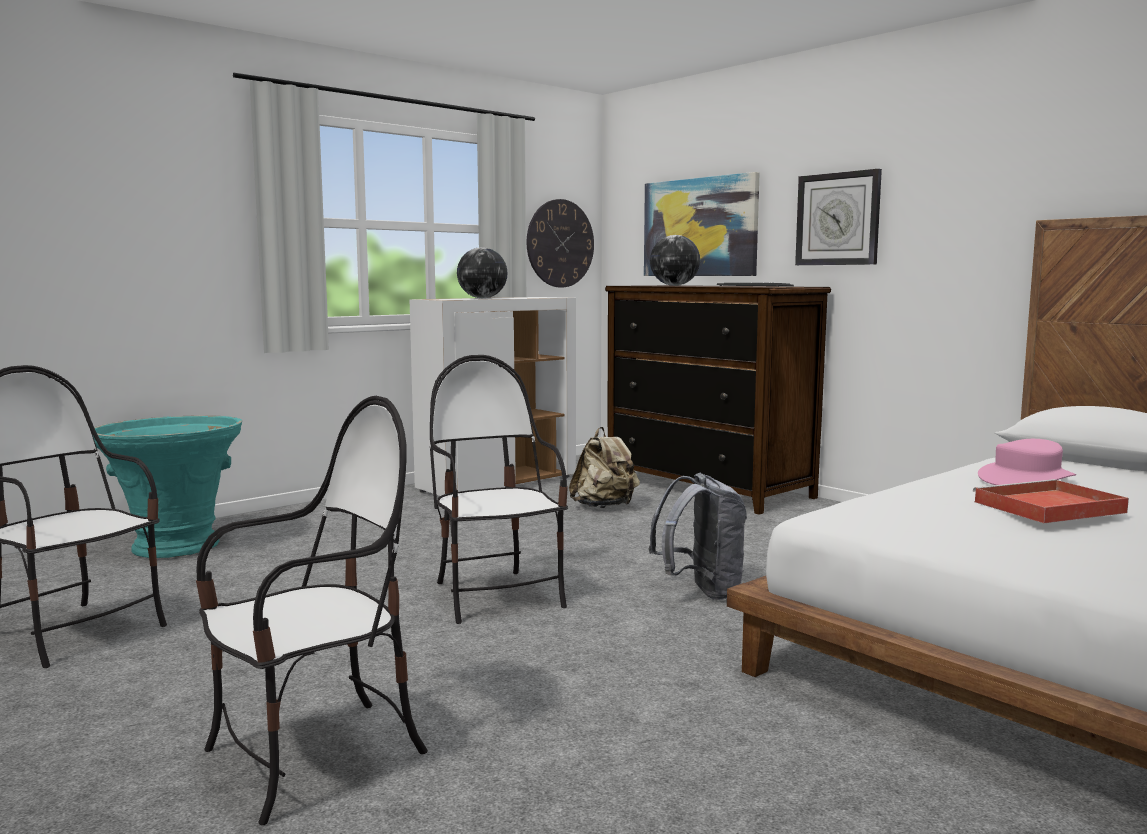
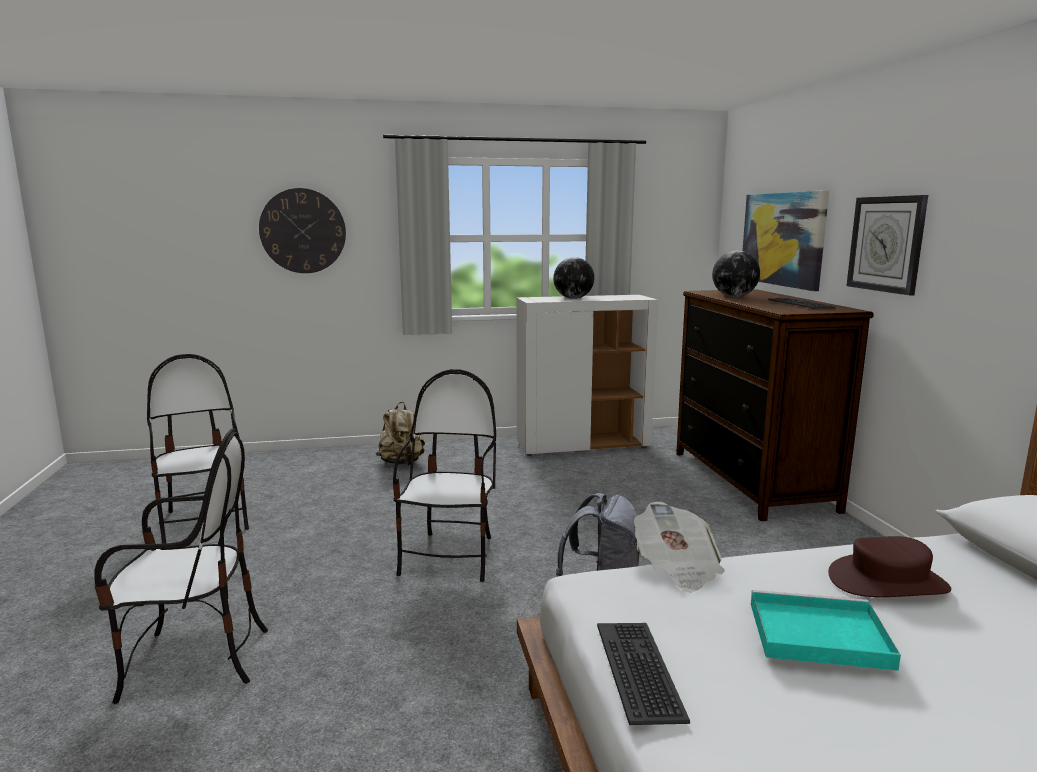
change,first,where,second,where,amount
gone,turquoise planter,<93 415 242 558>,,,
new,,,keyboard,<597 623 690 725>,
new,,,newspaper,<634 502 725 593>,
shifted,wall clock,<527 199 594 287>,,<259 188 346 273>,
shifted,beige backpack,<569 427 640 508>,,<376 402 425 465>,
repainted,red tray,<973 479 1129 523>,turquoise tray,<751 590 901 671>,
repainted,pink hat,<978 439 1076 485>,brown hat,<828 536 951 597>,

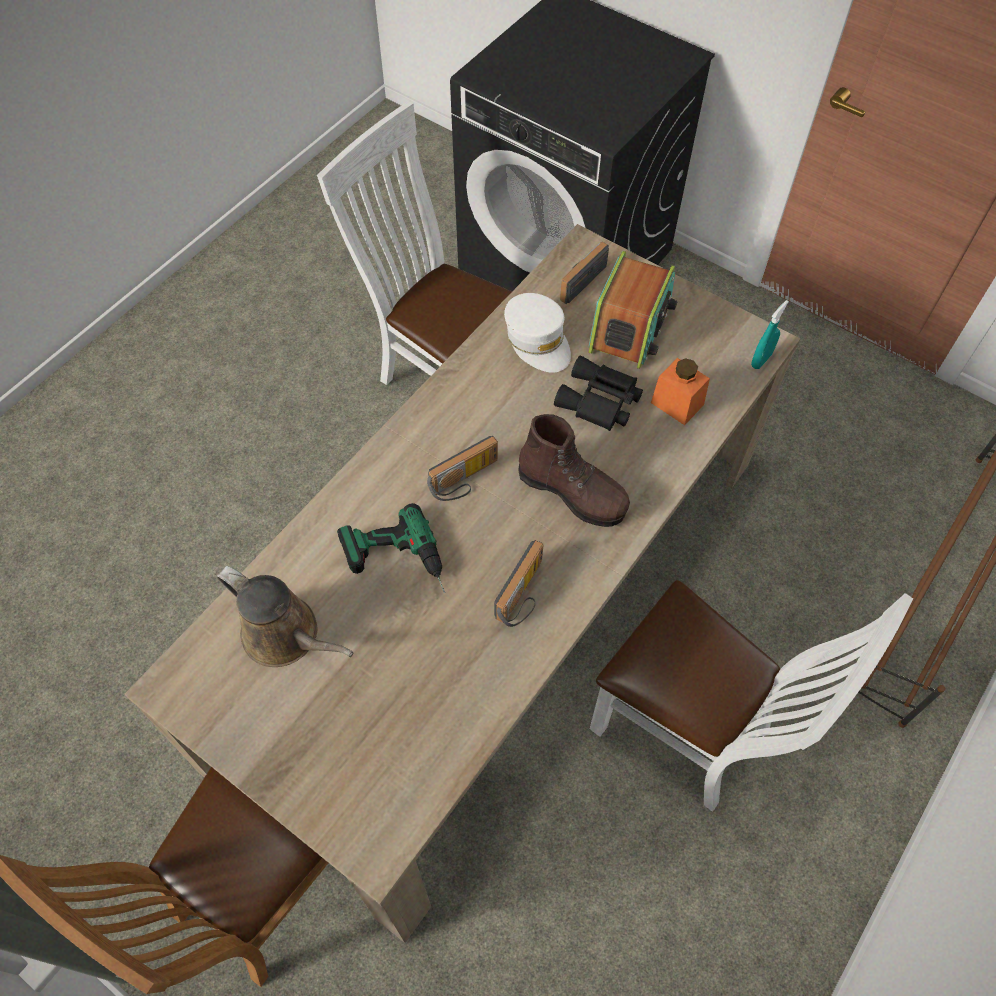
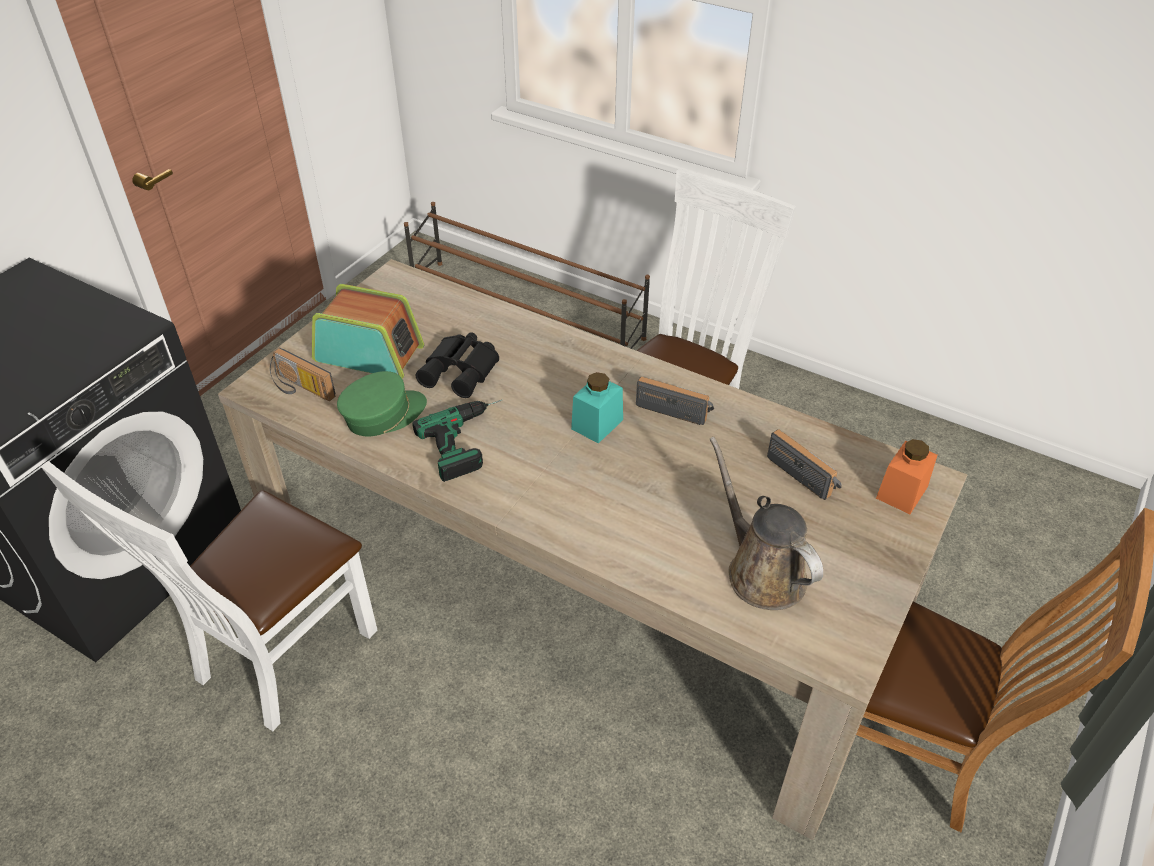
change,first,where,second,where,amount
gone,brown boot,<518 414 630 527>,,,
gone,turquoise spray bottle,<751 300 789 369>,,,
new,,,turquoise jar,<571 372 623 444>,
shifted,power drill,<337 503 445 593>,,<412 399 503 482>,
shifted,radio,<427 436 498 501>,,<767 429 841 500>,
shifted,orange jar,<651 358 710 425>,,<876 439 937 514>,
repainted,white cap,<504 293 571 373>,green cap,<337 371 427 436>,
rotated,brown watering can,<217 566 354 667>,,<710 437 823 610>,60 degrees counterclockwise

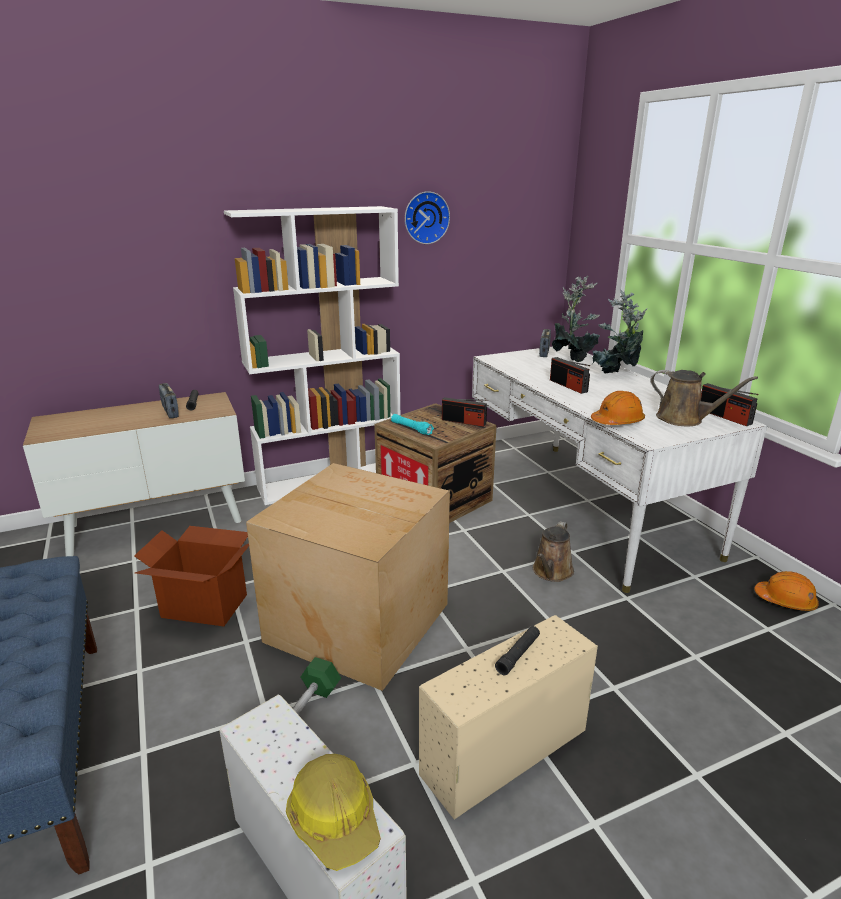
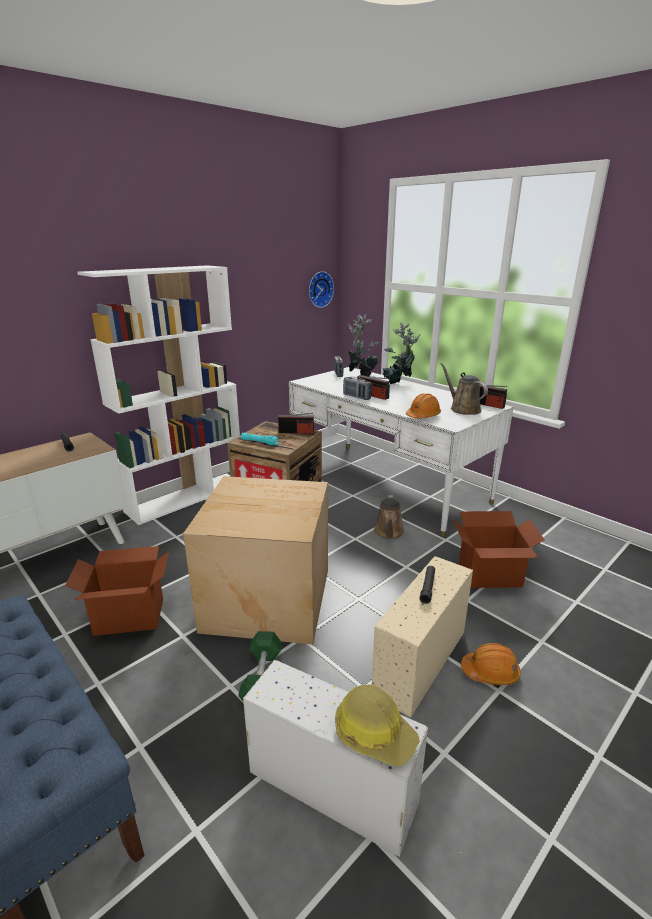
change,first,where,second,where,amount
new,,,cardboard box,<453 511 545 588>,
shifted,radio,<159 383 179 418>,,<343 377 372 400>,
shifted,wall clock,<405 191 450 244>,,<309 272 334 308>,
shifted,orange hard hat,<755 571 819 611>,,<461 643 521 685>,
rotated,brown watering can,<650 370 758 427>,,<440 363 488 415>,135 degrees counterclockwise

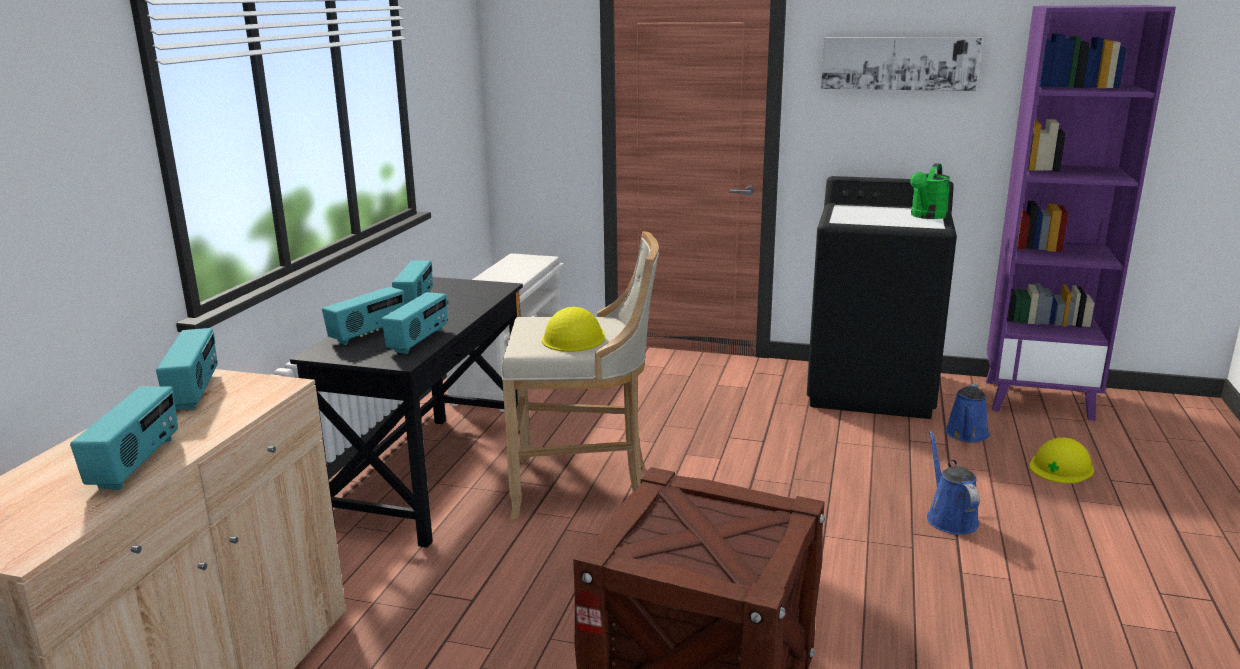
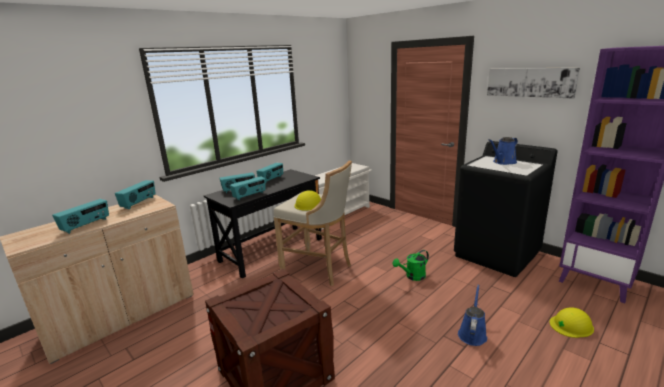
change,first,where,second,where,amount
shifted,green watering can,<910 163 951 219>,,<393 250 429 281>,
shifted,blue watering can,<945 384 990 442>,,<489 137 518 165>,

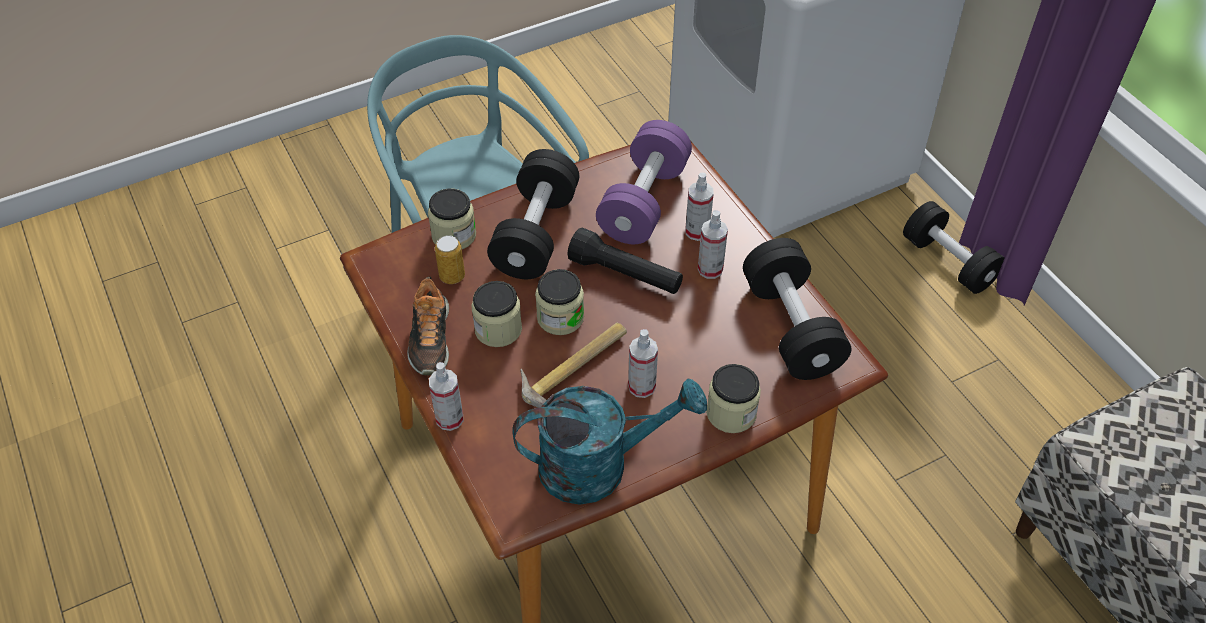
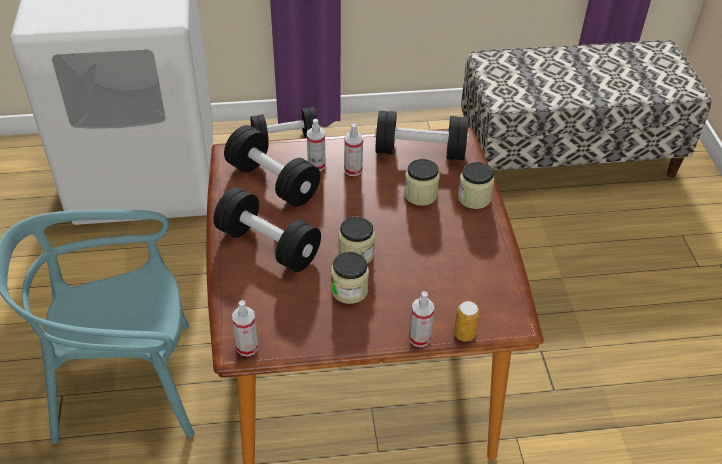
change,first,where,second,where,amount
gone,shoe,<407 277 449 376>,,,
gone,turquoise watering can,<512 379 707 505>,,,
gone,hammer,<521 322 627 407>,,,
gone,black flashlight,<567 228 683 294>,,,
shifted,jar,<428 188 476 249>,,<404 159 439 206>,
shifted,can,<435 235 465 284>,,<454 301 480 341>,
shifted,spray bottle,<628 329 658 398>,,<232 300 258 356>,
repainted,purple dumbbell,<596 120 692 244>,black dumbbell,<224 125 321 207>,

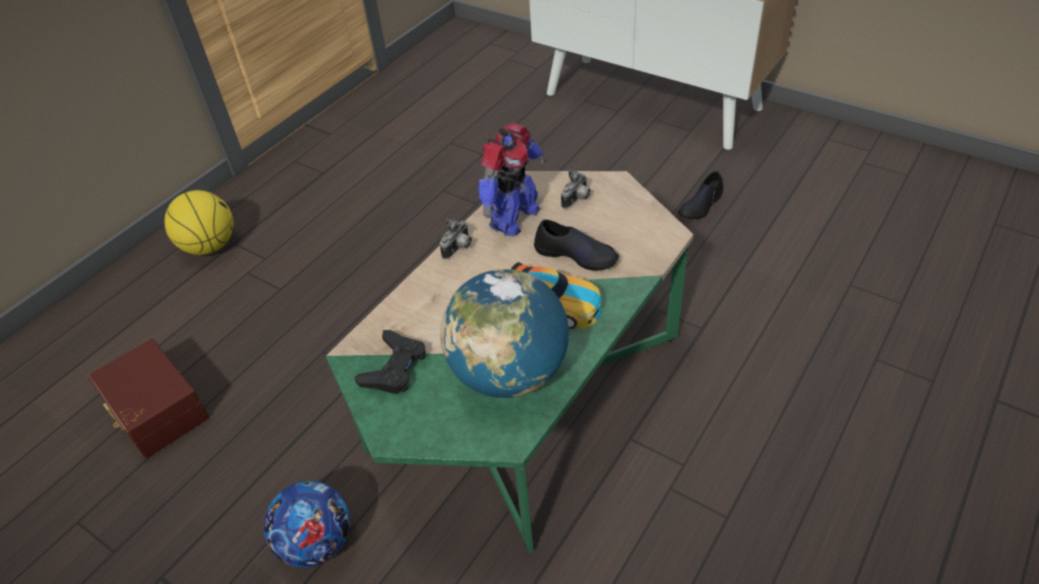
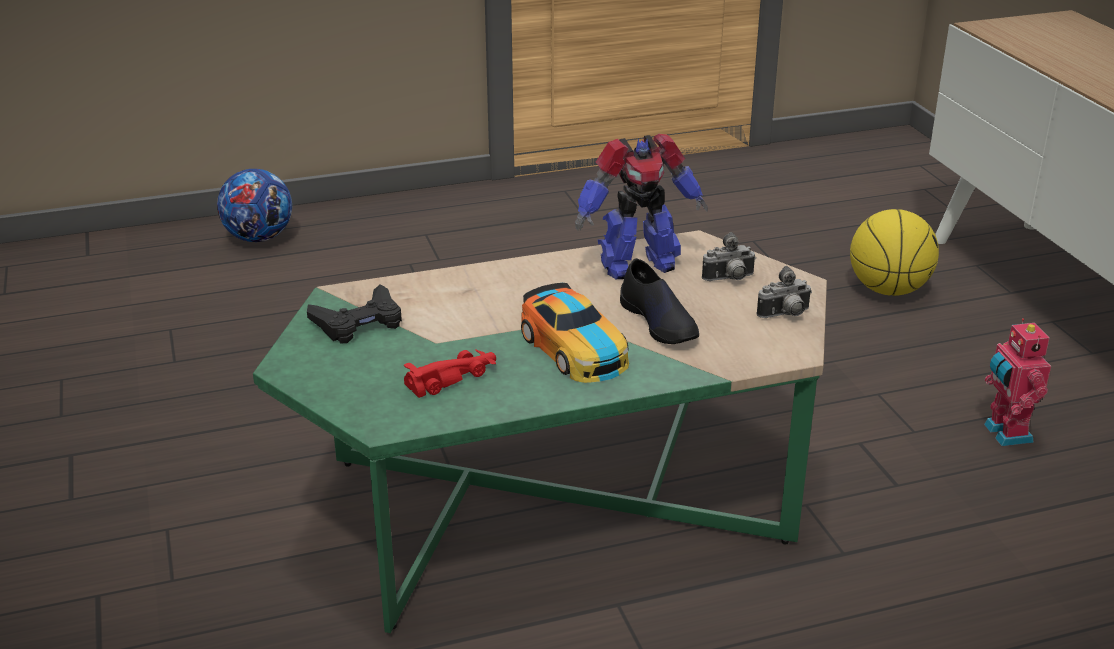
change,first,where,second,where,amount
gone,brown storage box,<88 339 209 459>,,,
shifted,basketball,<164 190 233 255>,,<850 209 939 296>,
shifted,football,<264 481 350 568>,,<217 169 292 242>,
shifted,photo camera,<440 218 472 259>,,<757 266 812 318>,
swapped,globe,<440 269 569 398>,red toy car,<404 350 496 398>,
swapped,black shoe,<678 171 724 219>,toy robot,<984 318 1051 446>,

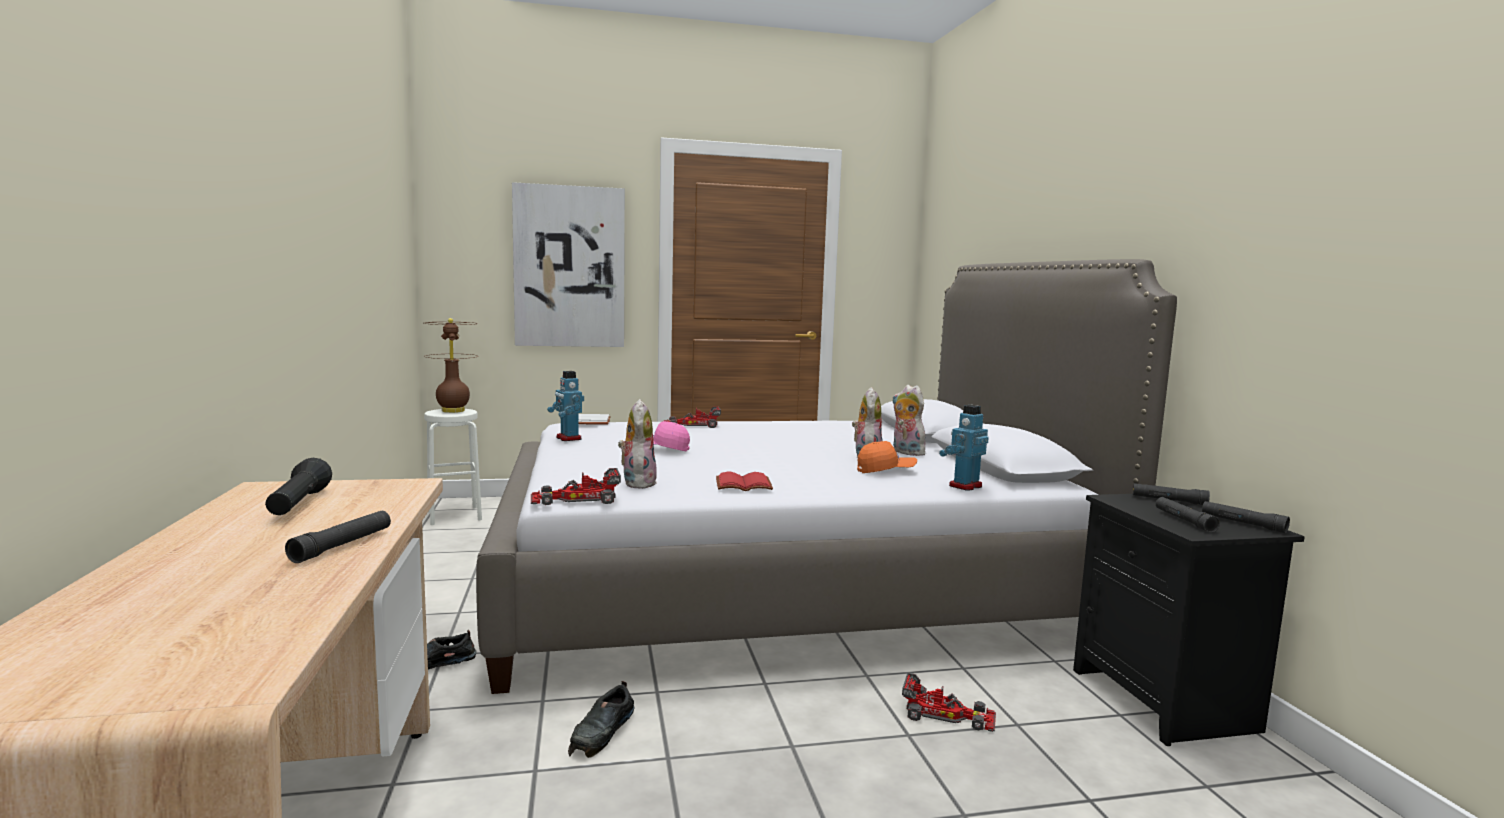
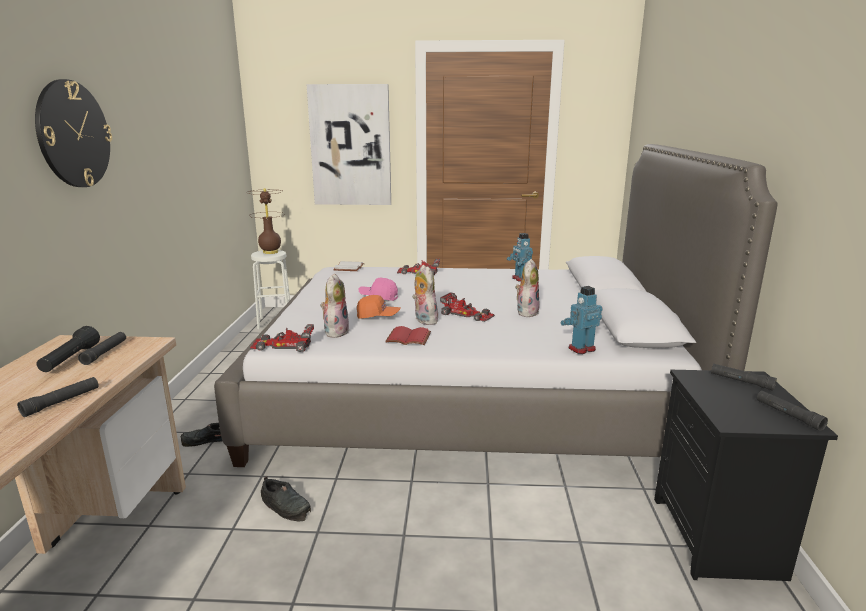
change,first,where,second,where,amount
new,,,wall clock,<35 79 112 187>,
shifted,toy robot,<547 371 584 441>,,<507 233 533 282>,
shifted,orange cap,<857 441 917 473>,,<357 295 400 319>,
shifted,plush toy,<892 385 927 456>,,<412 265 440 325>,
shifted,toy car,<902 673 996 732>,,<440 292 495 322>,
shifted,black flashlight,<1156 497 1220 533>,,<78 332 126 365>,
rotated,black shoe,<568 681 635 758>,,<261 476 311 521>,90 degrees counterclockwise

